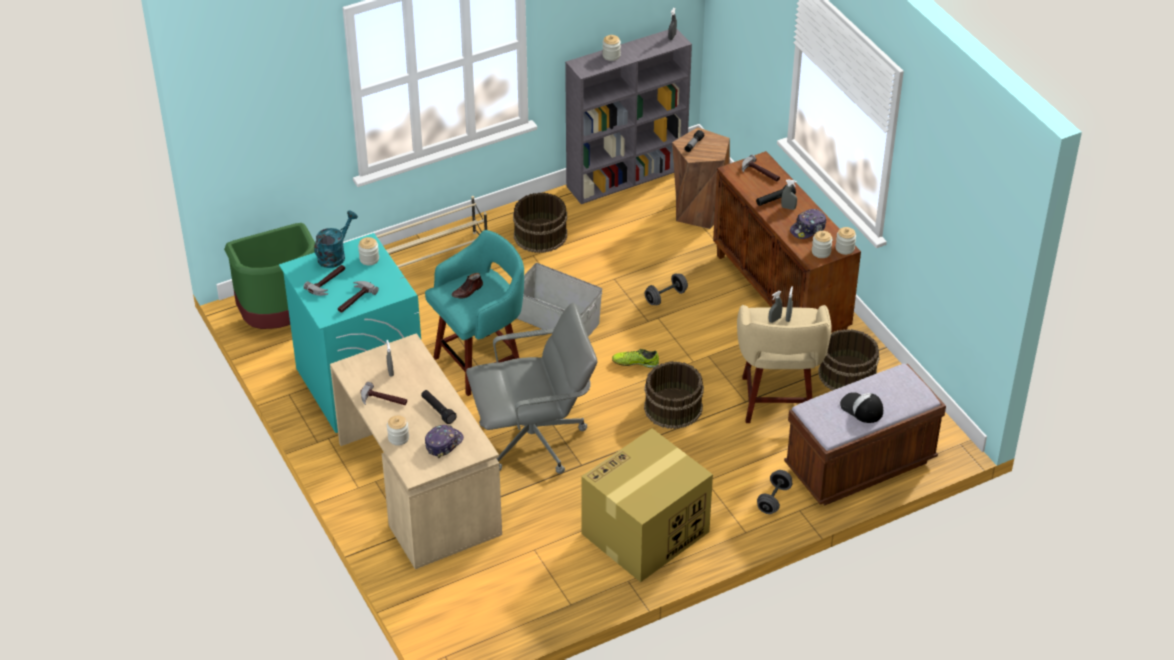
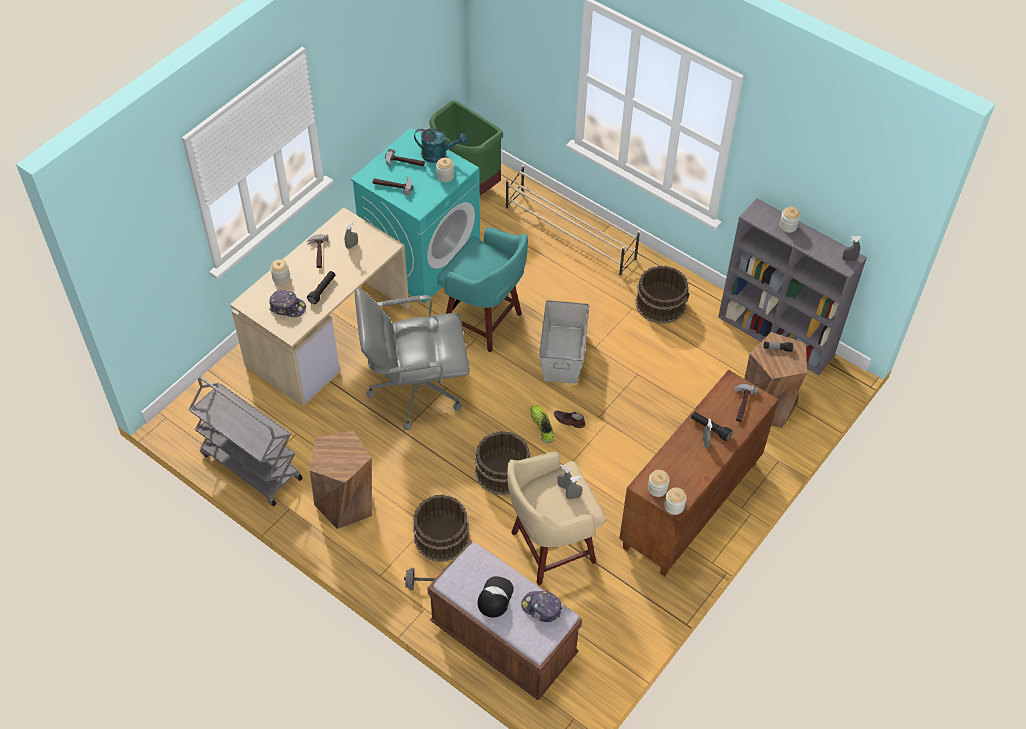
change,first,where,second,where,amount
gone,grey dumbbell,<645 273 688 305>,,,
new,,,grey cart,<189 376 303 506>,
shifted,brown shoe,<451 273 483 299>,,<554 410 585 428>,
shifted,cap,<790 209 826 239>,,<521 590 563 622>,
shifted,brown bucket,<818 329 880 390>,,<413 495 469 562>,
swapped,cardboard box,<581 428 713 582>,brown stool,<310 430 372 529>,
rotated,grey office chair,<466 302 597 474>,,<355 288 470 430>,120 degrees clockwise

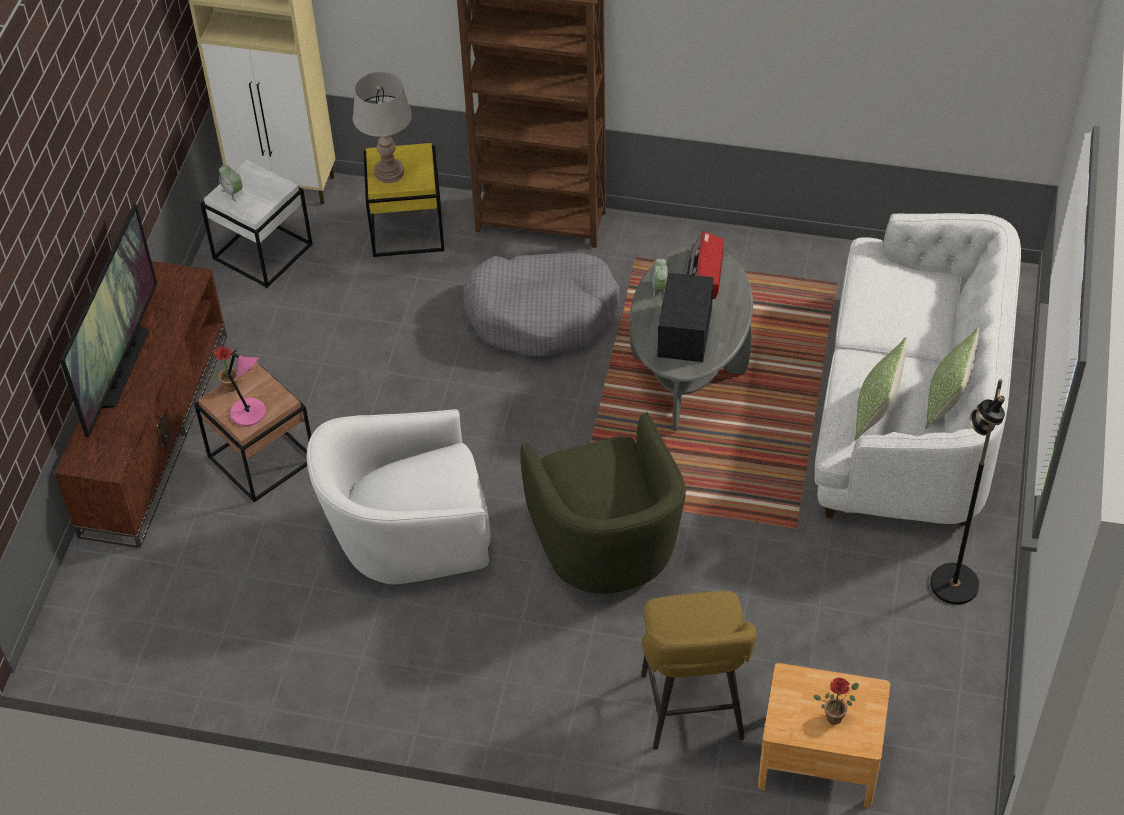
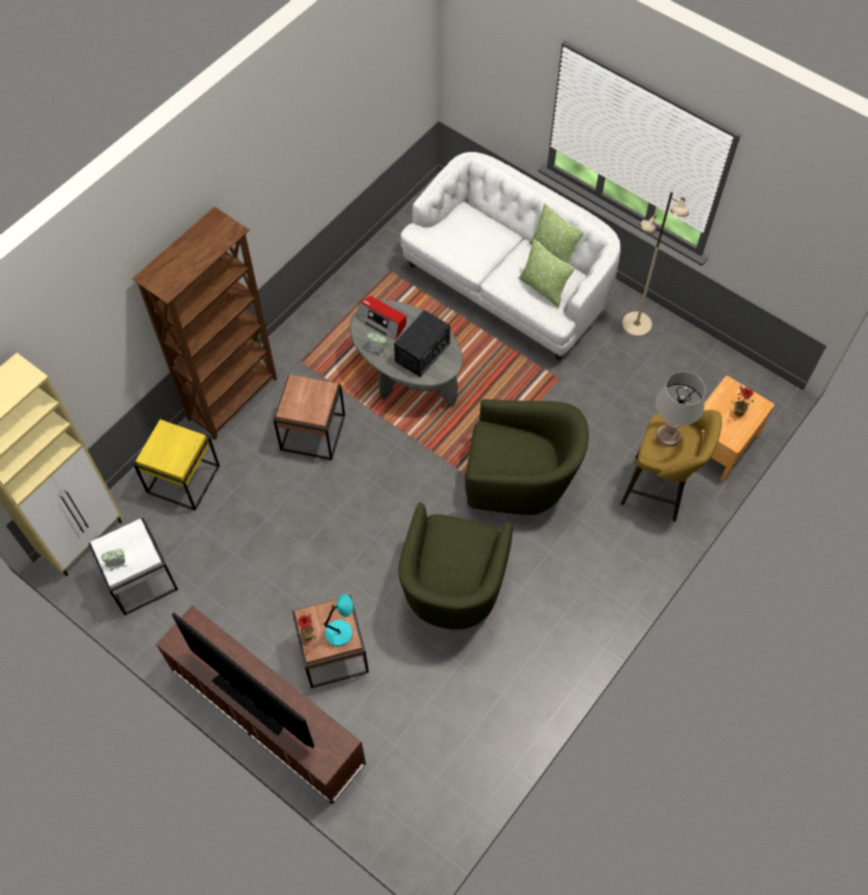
change,first,where,second,where,amount
shifted,grey table lamp,<353 72 412 183>,,<656 372 706 447>,
swapped,grey dog bed,<463 253 620 356>,brown side table,<273 375 345 460>,
repainted,pink table lamp,<226 350 266 426>,turquoise table lamp,<323 594 353 646>,
repainted,white armchair,<307 409 491 584>,green armchair,<399 502 513 630>,
repainted,black floor lamp,<930 379 1005 605>,beige floor lamp,<622 191 689 337>,
rotated,radio,<658 272 714 362>,,<394 310 450 377>,90 degrees counterclockwise

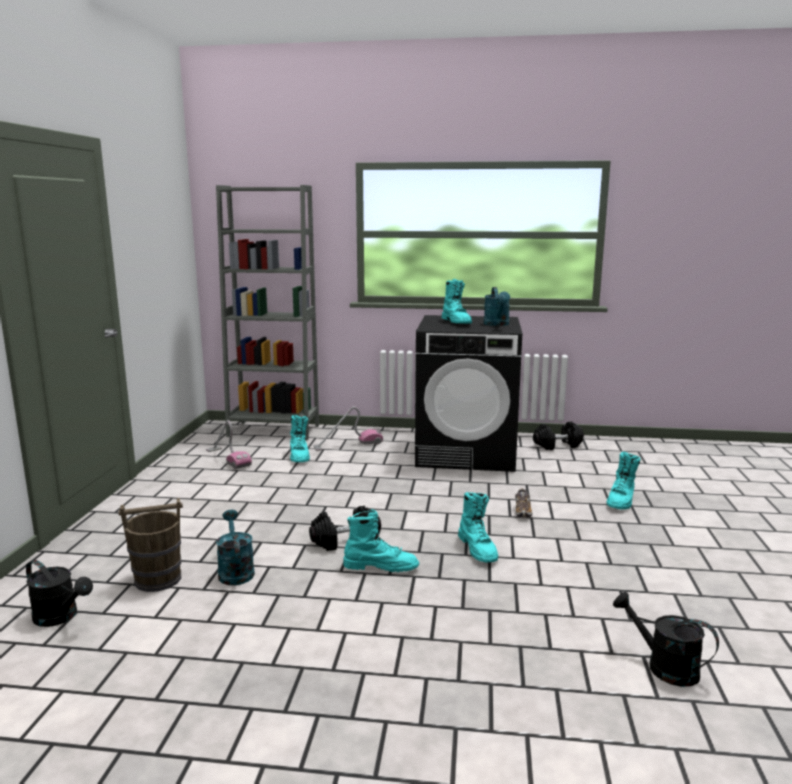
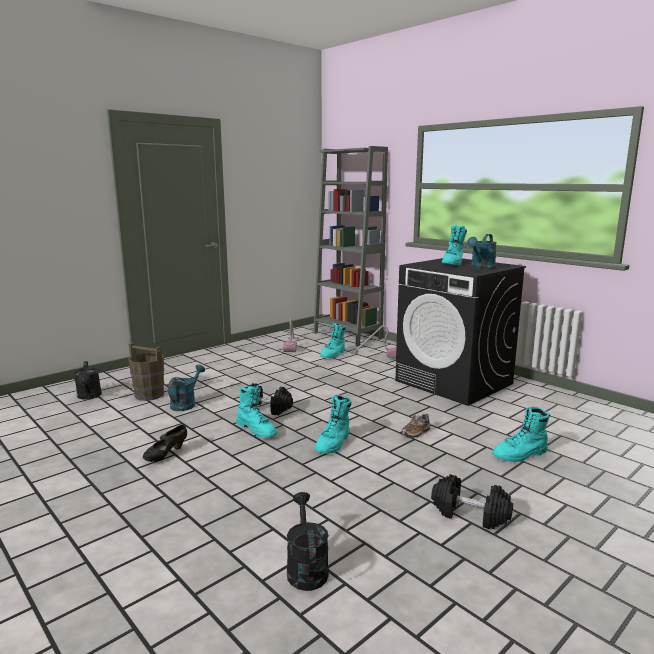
change,first,where,second,where,amount
new,,,black shoe,<143 424 187 462>,
shifted,black dumbbell,<533 421 584 450>,,<431 474 513 529>,

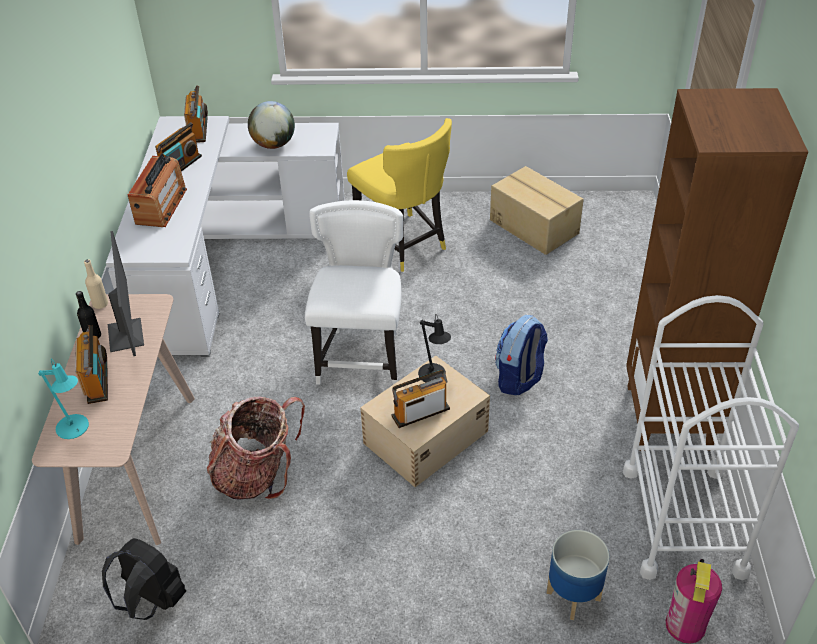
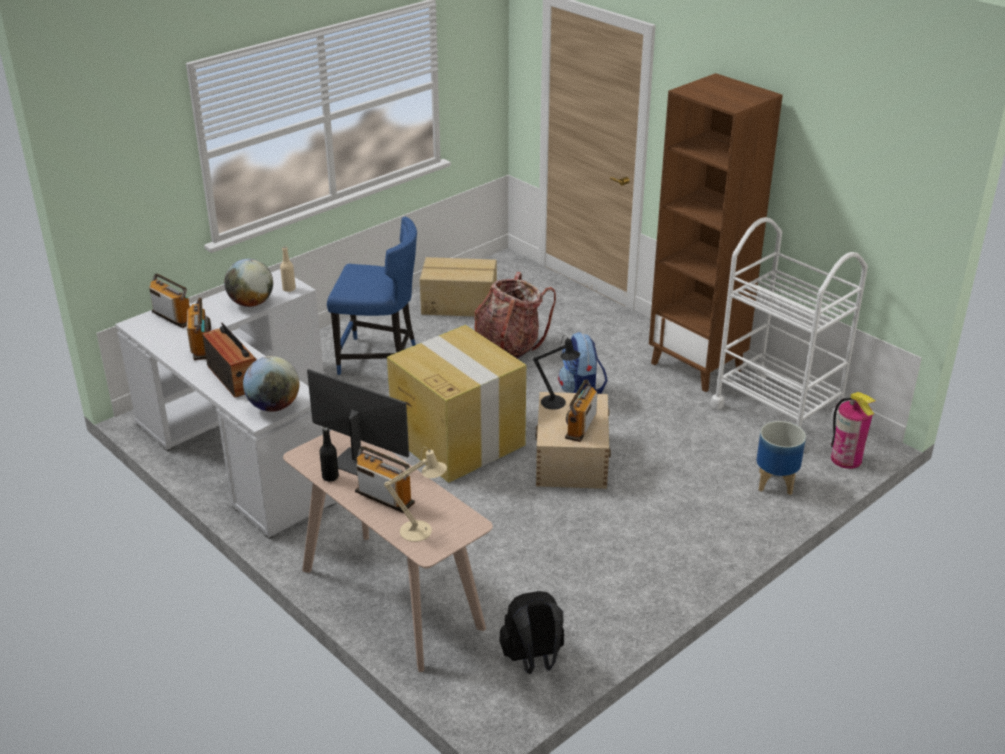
change,first,where,second,where,amount
new,,,globe,<243 356 300 412>,
shifted,beige bottle,<84 259 108 309>,,<280 247 296 292>,
shifted,backpack,<207 397 305 500>,,<474 272 556 359>,
swapped,white chair,<305 200 404 385>,cardboard box,<387 325 526 483>,
repainted,turquoise table lamp,<38 359 89 439>,beige table lamp,<384 447 447 542>,
repainted,yellow chair,<347 118 452 272>,blue chair,<327 217 417 375>,

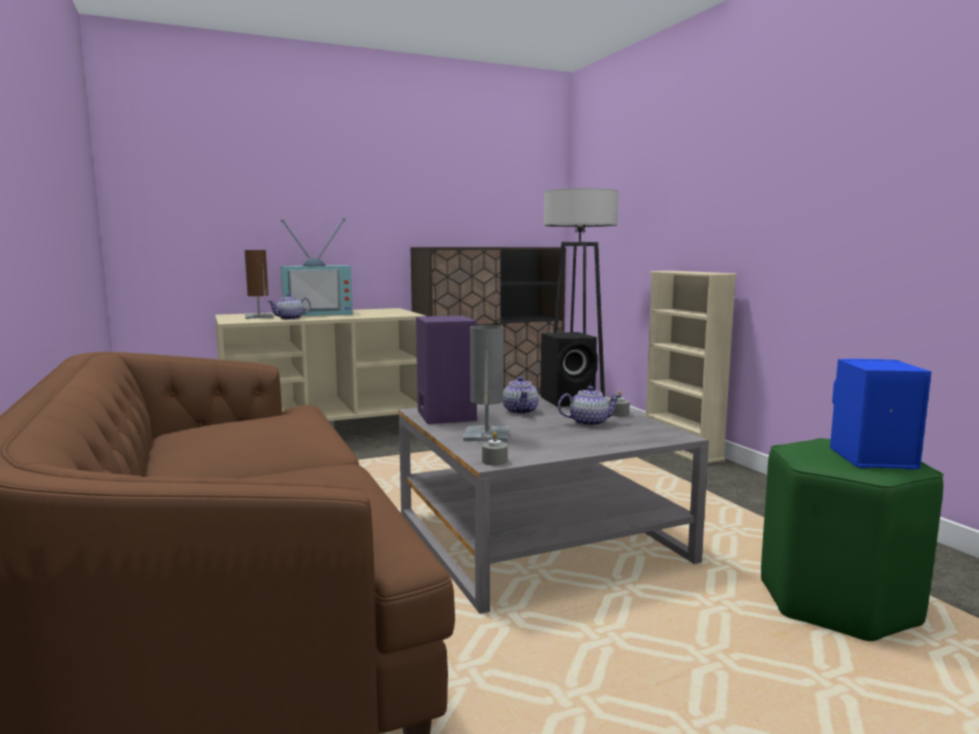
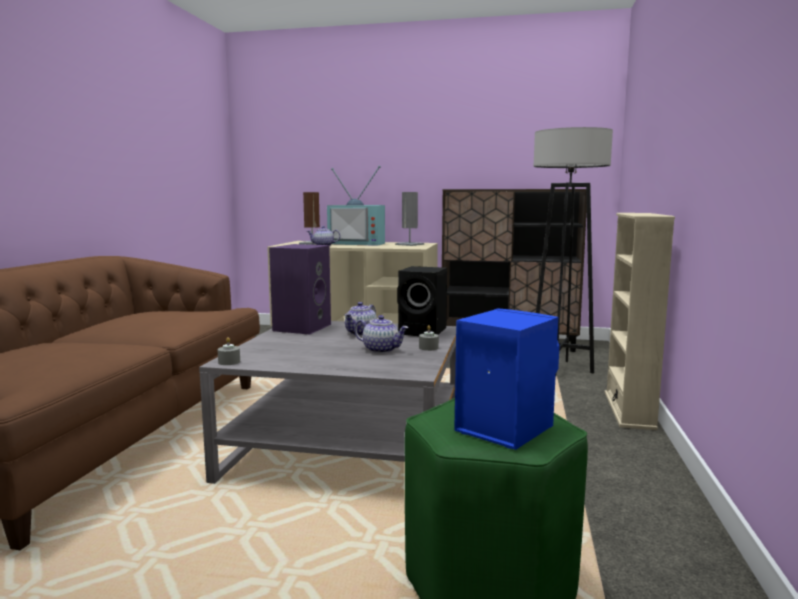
change,first,where,second,where,amount
shifted,grey table lamp,<463 325 509 442>,,<395 192 424 246>,

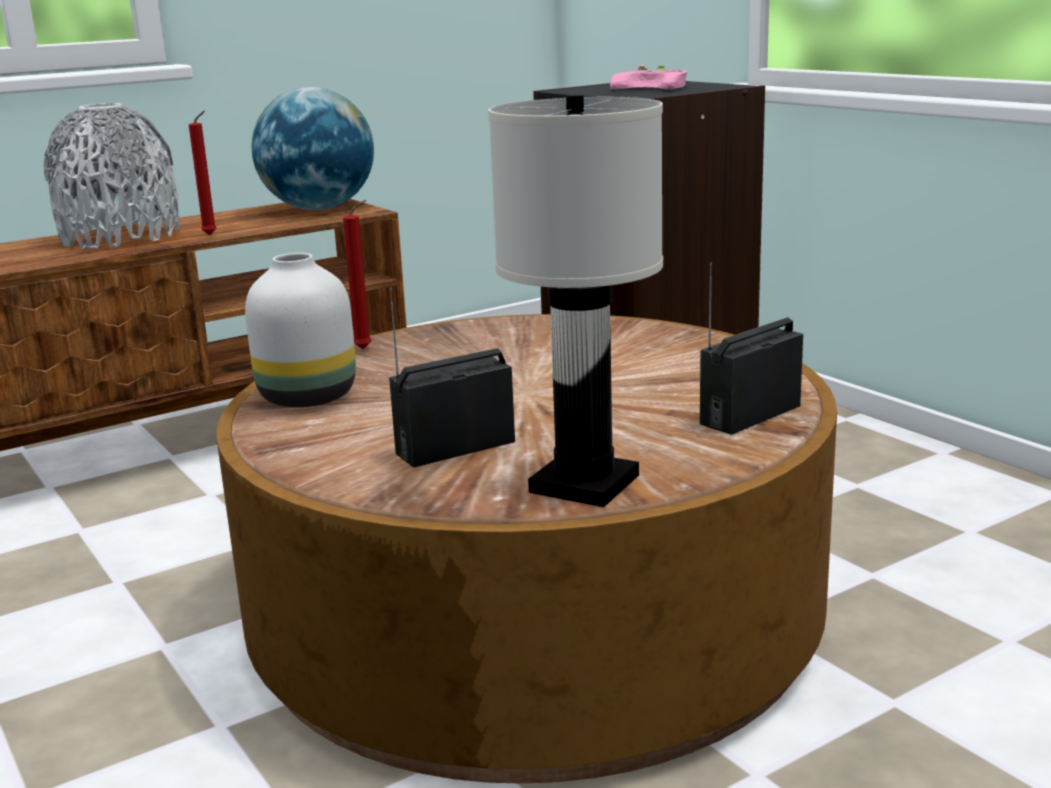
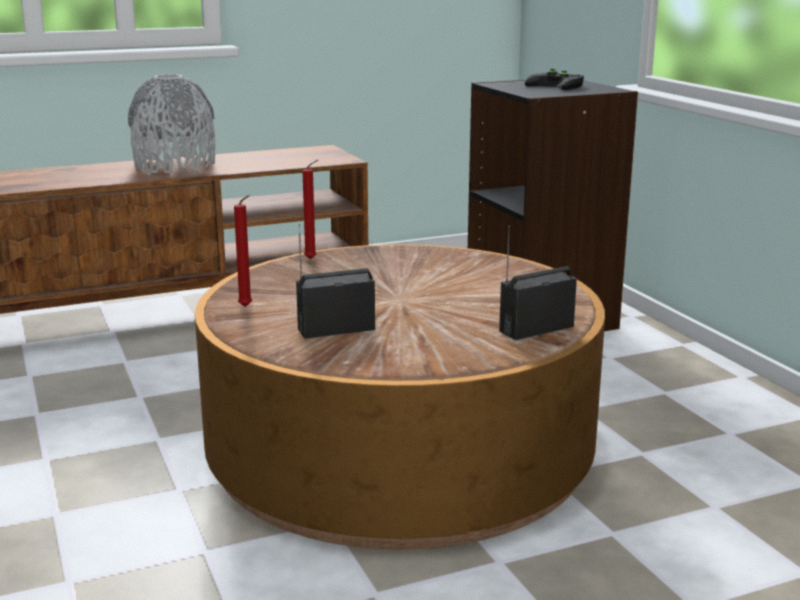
change,first,where,second,where,amount
gone,white vase,<245 253 356 407>,,,
gone,globe,<251 87 374 210>,,,
gone,white table lamp,<488 95 663 507>,,,
shifted,red candle,<189 111 217 235>,,<234 195 252 307>,
repainted,pink game controller,<610 65 687 90>,black game controller,<525 69 584 90>,

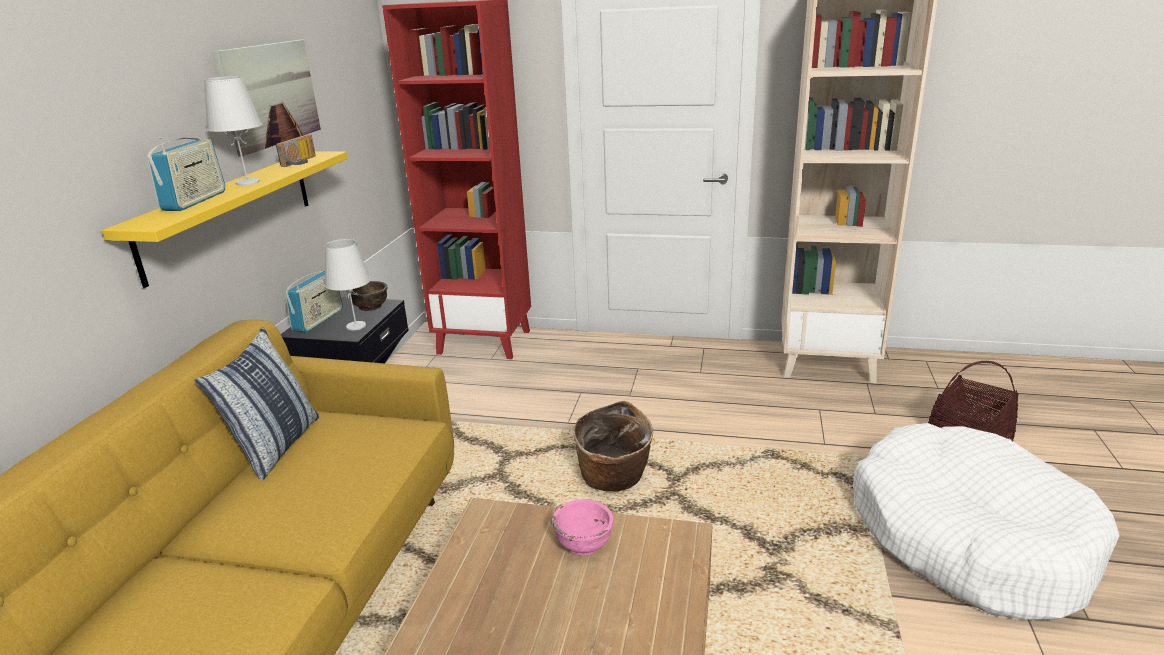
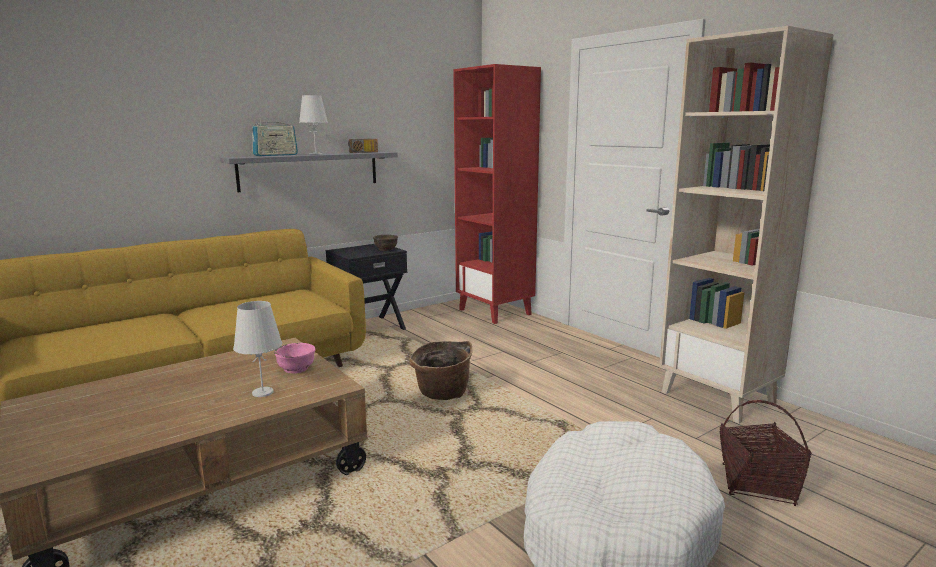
change,first,where,second,where,amount
gone,pillow,<194 327 319 481>,,,
gone,picture,<213 40 321 156>,,,
gone,radio,<285 271 343 333>,,,
shifted,white table lamp,<325 239 371 330>,,<233 301 282 397>,
repainted,yellow shelf,<102 152 348 288>,grey shelf,<220 152 398 192>,

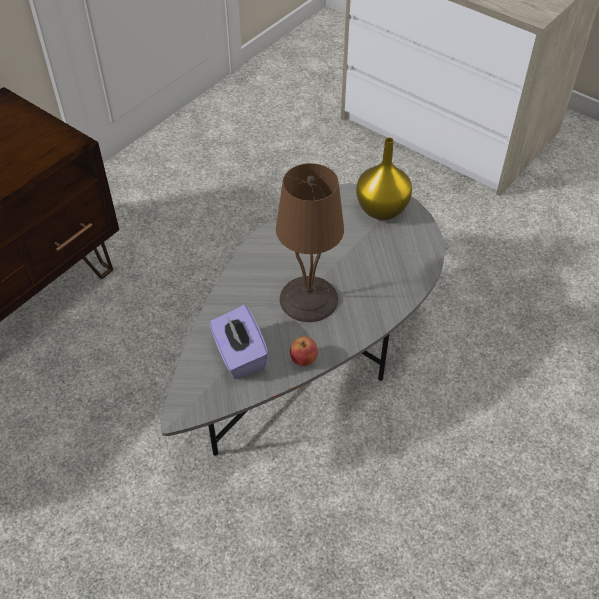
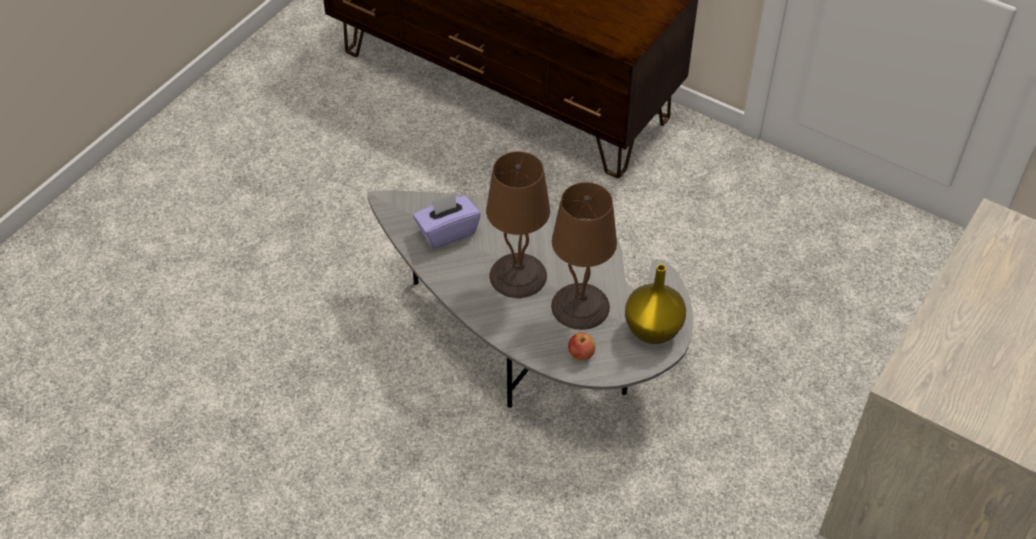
change,first,where,second,where,amount
new,,,brown table lamp,<551 182 617 330>,
shifted,apple,<290 336 318 366>,,<568 332 595 360>,

